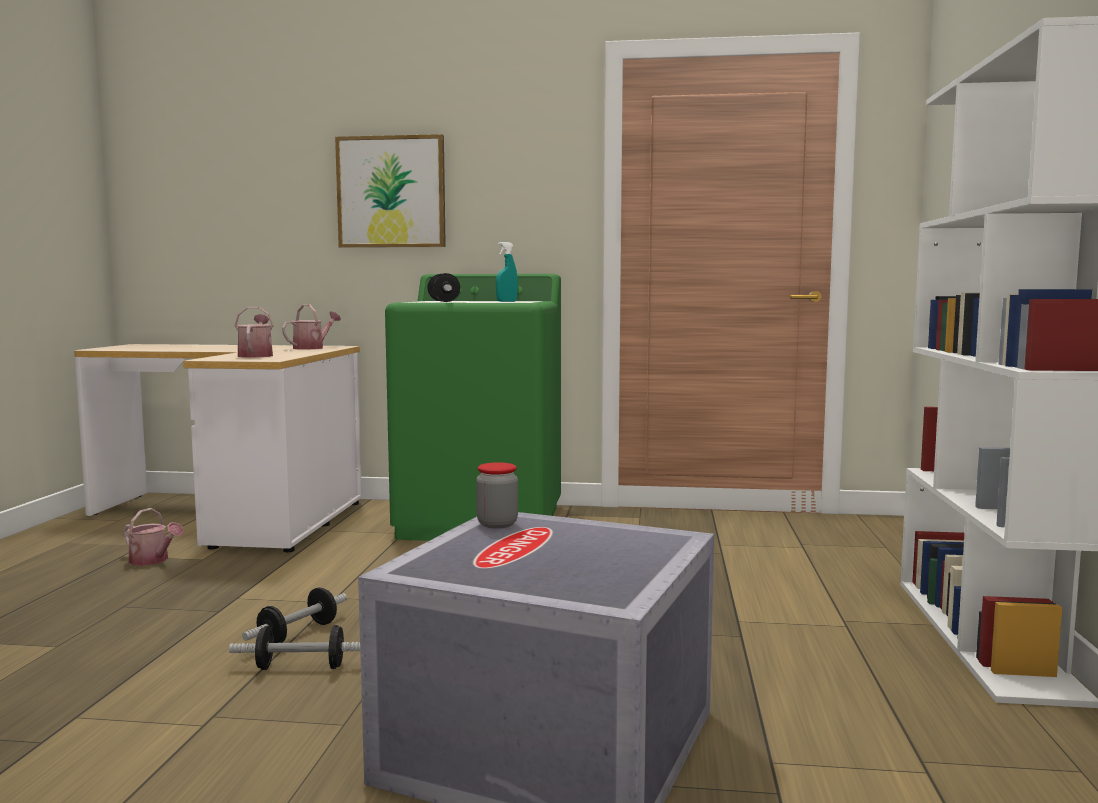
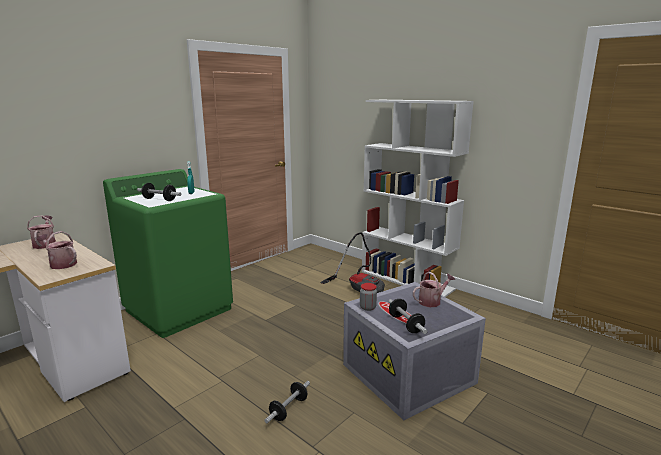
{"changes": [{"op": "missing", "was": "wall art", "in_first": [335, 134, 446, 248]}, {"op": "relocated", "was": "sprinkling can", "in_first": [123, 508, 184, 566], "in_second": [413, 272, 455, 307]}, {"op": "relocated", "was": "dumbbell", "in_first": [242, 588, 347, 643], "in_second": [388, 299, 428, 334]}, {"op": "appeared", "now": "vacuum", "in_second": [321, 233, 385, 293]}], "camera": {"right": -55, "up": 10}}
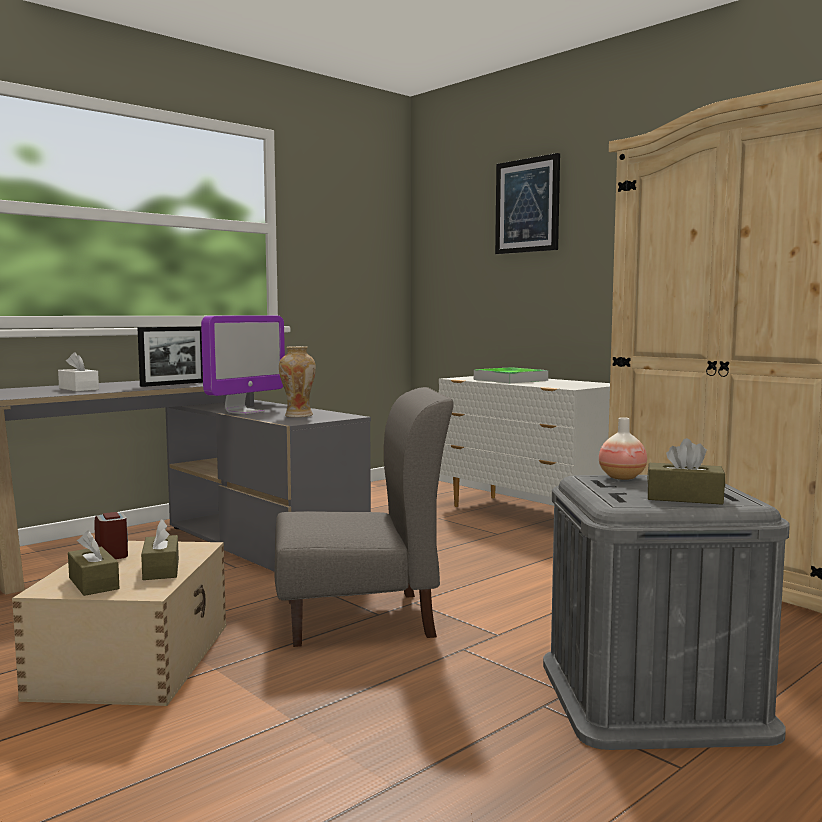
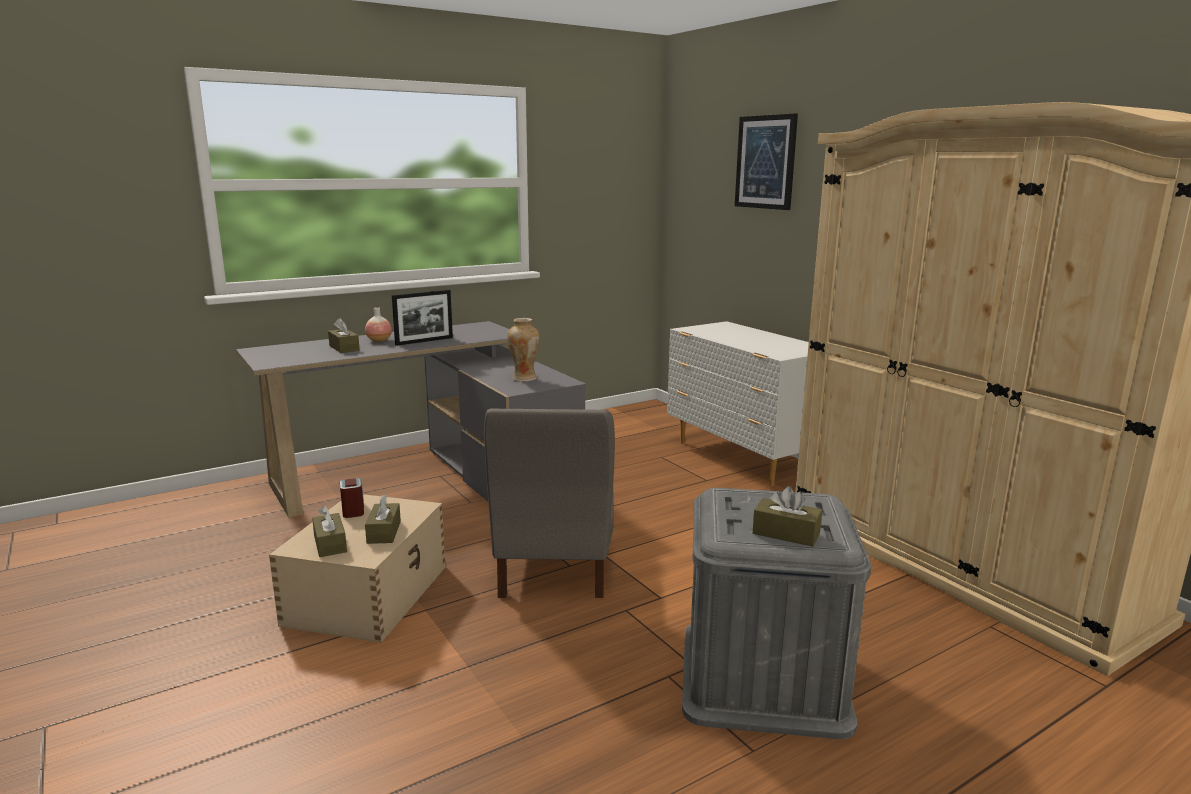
{"changes": [{"op": "missing", "was": "computer display", "in_first": [201, 316, 285, 415]}, {"op": "colour", "was": "white-coloured box of tissues", "now": "brown-coloured box of tissues", "in_first": [58, 352, 99, 391], "in_second": [328, 318, 360, 353]}, {"op": "missing", "was": "tray", "in_first": [474, 367, 548, 383]}, {"op": "spun", "was": "gray chair", "in_first": [274, 387, 454, 647], "in_second": [484, 409, 615, 598], "clockwise": 90}, {"op": "relocated", "was": "vase", "in_first": [599, 417, 647, 480], "in_second": [365, 307, 392, 342]}], "camera": {"right": 10, "up": 10}}
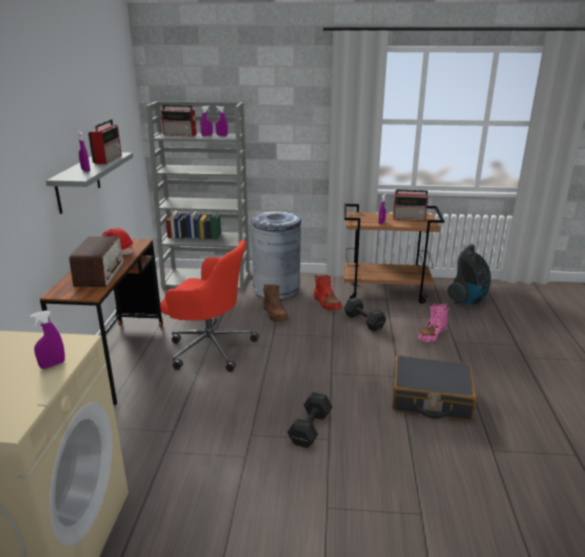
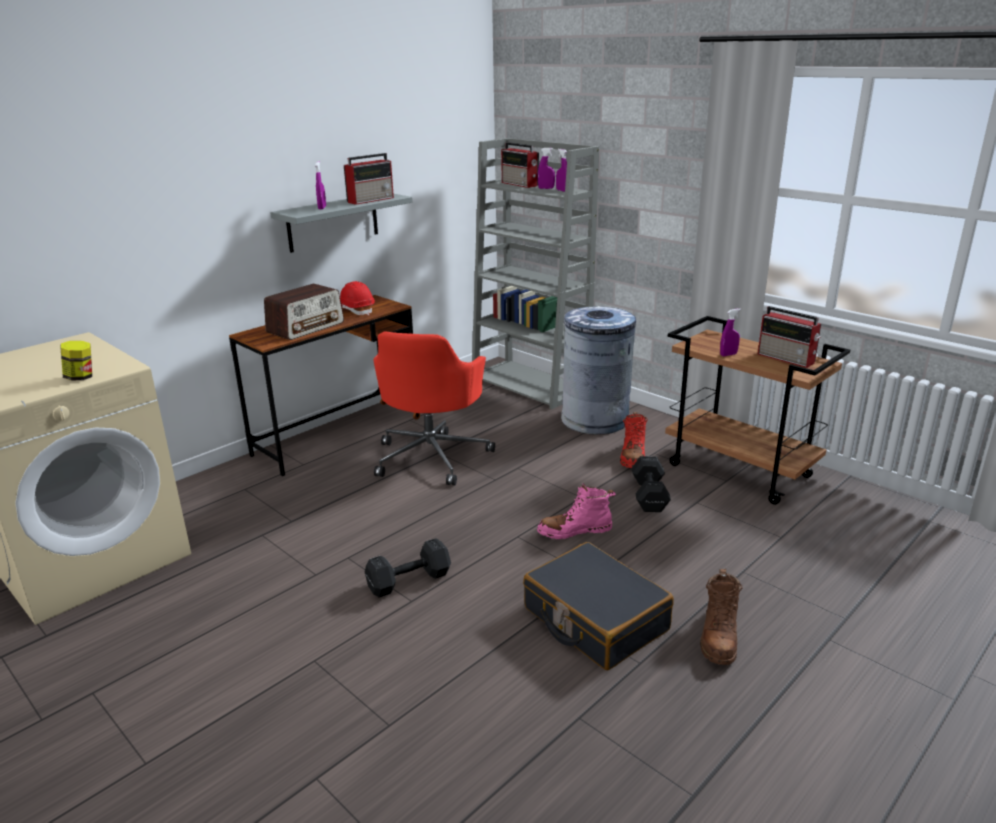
{"changes": [{"op": "spun", "was": "reddish office chair", "in_first": [160, 240, 259, 372], "in_second": [374, 331, 495, 485], "clockwise": 45}, {"op": "missing", "was": "vacuum", "in_first": [447, 244, 491, 305]}, {"op": "relocated", "was": "brown-coloured boot", "in_first": [263, 284, 289, 322], "in_second": [700, 569, 743, 665]}, {"op": "relocated", "was": "pink boot", "in_first": [418, 303, 449, 342], "in_second": [537, 483, 616, 539]}, {"op": "exchanged", "was": "purple-coloured sprayer", "now": "preserve jar", "in_first": [30, 310, 65, 369], "in_second": [61, 341, 92, 381]}], "camera": {"right": 40, "up": 0}}
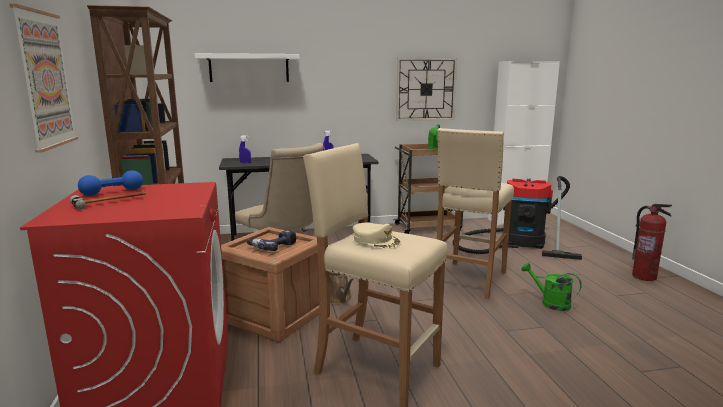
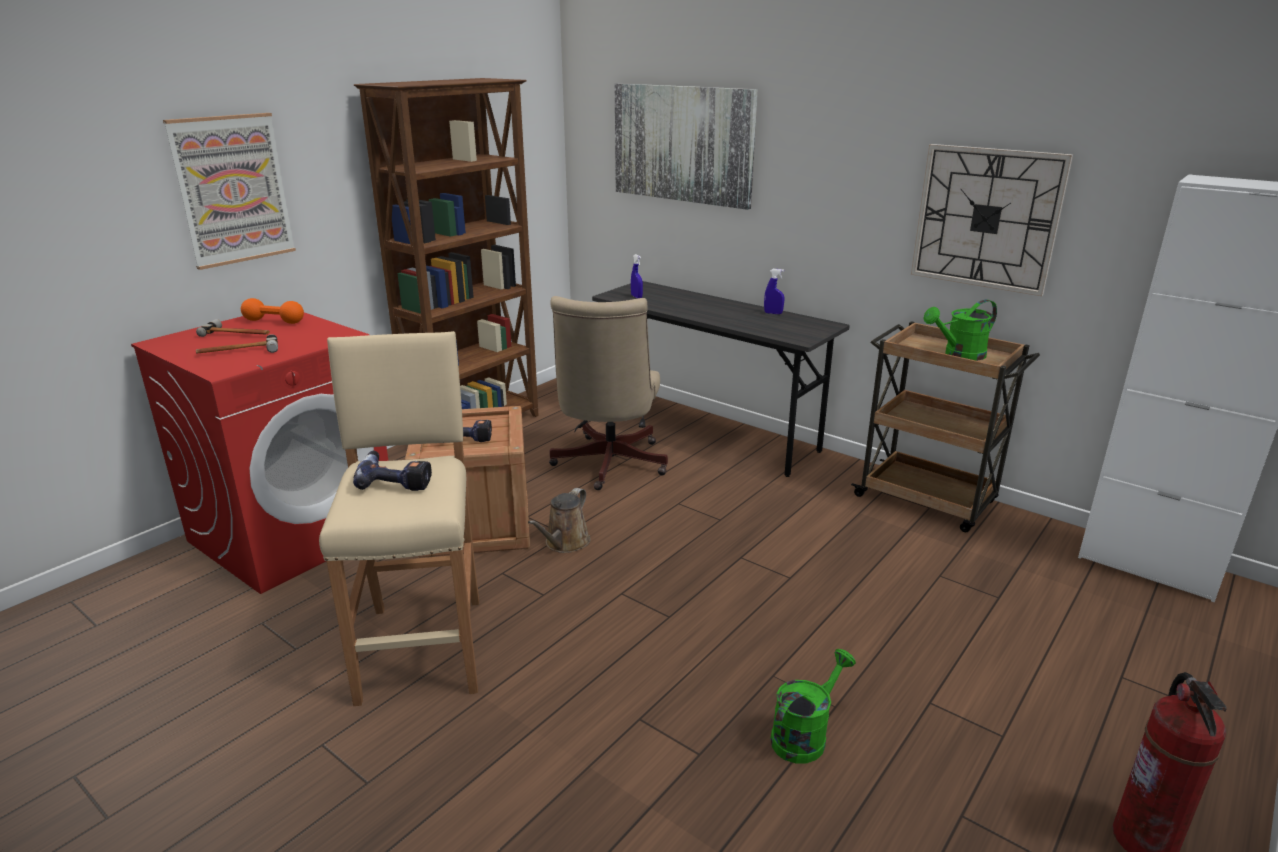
{"changes": [{"op": "exchanged", "was": "white-coloured shelf", "now": "wall art", "in_first": [195, 53, 300, 82], "in_second": [615, 83, 758, 210]}, {"op": "missing", "was": "beige stool", "in_first": [433, 128, 514, 299]}, {"op": "colour", "was": "blue-coloured dumbbell", "now": "orangey dumbbell", "in_first": [78, 170, 143, 196], "in_second": [241, 298, 304, 324]}, {"op": "missing", "was": "vacuum", "in_first": [453, 176, 582, 260]}, {"op": "exchanged", "was": "beige peaked cap", "now": "power drill", "in_first": [353, 222, 401, 249], "in_second": [353, 451, 432, 491]}, {"op": "spun", "was": "green-coloured sprinkling can", "in_first": [521, 262, 582, 311], "in_second": [771, 649, 856, 763], "clockwise": 45}, {"op": "appeared", "now": "hammer", "in_second": [196, 334, 278, 353]}], "camera": {"right": 50, "up": 10}}
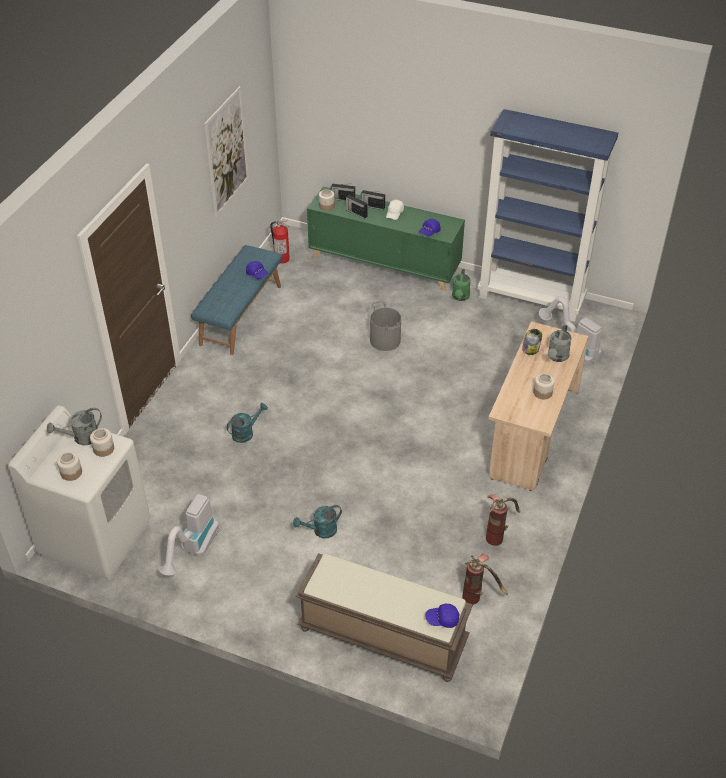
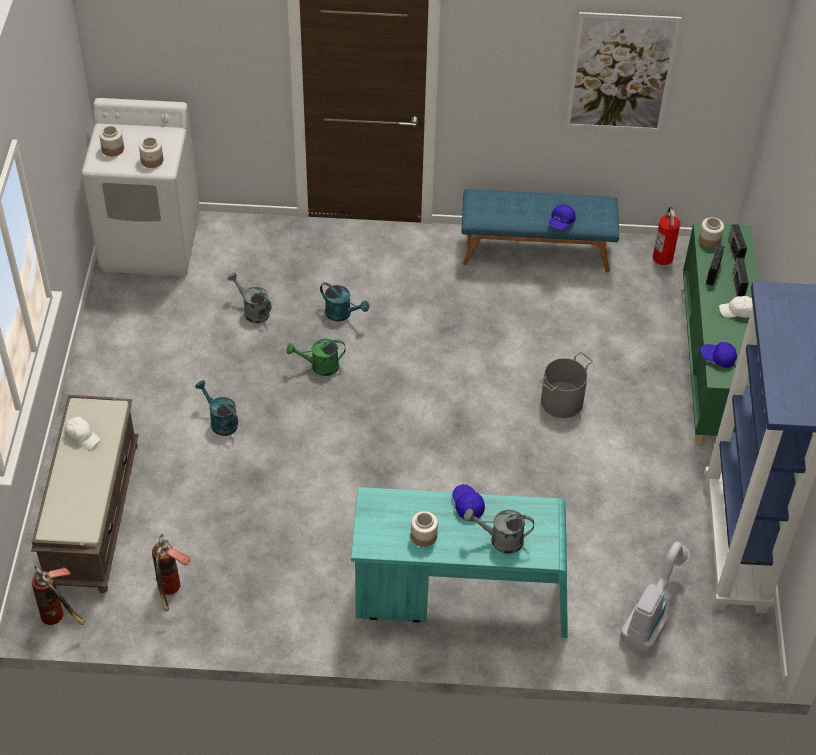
{"changes": [{"op": "relocated", "was": "green-coloured sprinkling can", "in_first": [452, 269, 471, 301], "in_second": [286, 339, 346, 376]}, {"op": "colour", "was": "beige desk", "now": "turquoise desk", "in_first": [488, 321, 589, 491], "in_second": [351, 487, 568, 638]}, {"op": "missing", "was": "preserve jar", "in_first": [522, 329, 542, 355]}, {"op": "relocated", "was": "gray sprinkling can", "in_first": [47, 408, 102, 445], "in_second": [227, 272, 272, 323]}, {"op": "missing", "was": "vacuum", "in_first": [159, 494, 219, 576]}, {"op": "relocated", "was": "fire extinguisher", "in_first": [486, 495, 521, 546], "in_second": [32, 566, 84, 625]}, {"op": "relocated", "was": "blue-coloured peaked cap", "in_first": [425, 604, 460, 628], "in_second": [452, 484, 485, 521]}, {"op": "appeared", "now": "white-coloured peaked cap", "in_second": [65, 417, 100, 449]}], "camera": {"right": 70, "up": 5}}
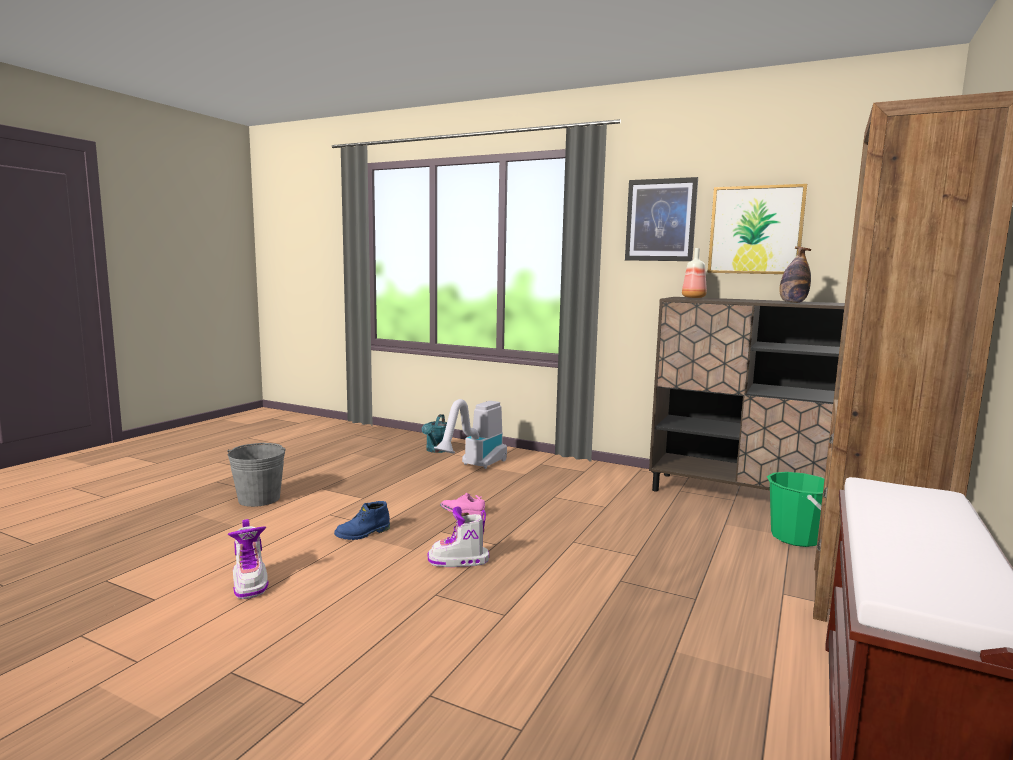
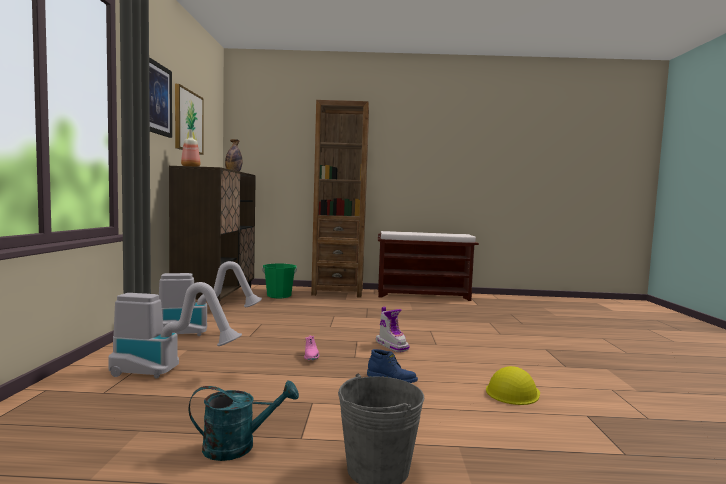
{"changes": [{"op": "relocated", "was": "turquoise sprinkling can", "in_first": [422, 414, 447, 453], "in_second": [189, 380, 299, 461]}, {"op": "exchanged", "was": "boot", "now": "yellowish hard hat", "in_first": [228, 519, 269, 599], "in_second": [486, 366, 540, 405]}, {"op": "appeared", "now": "vacuum", "in_second": [159, 261, 262, 336]}], "camera": {"right": -115, "up": -5}}
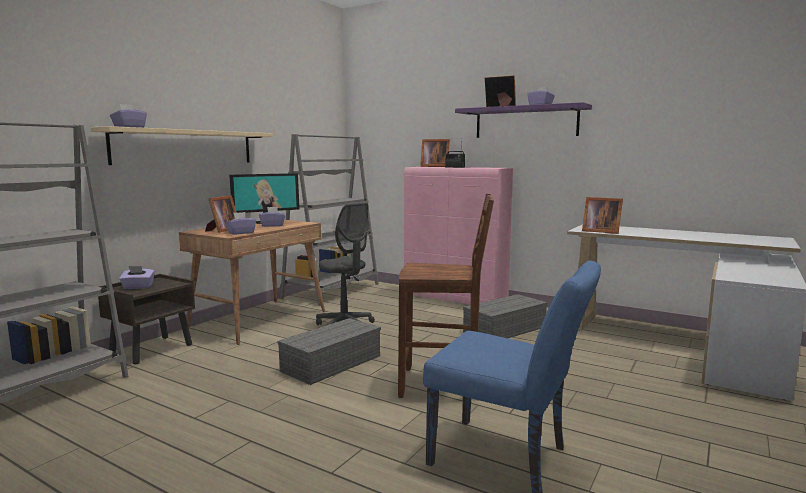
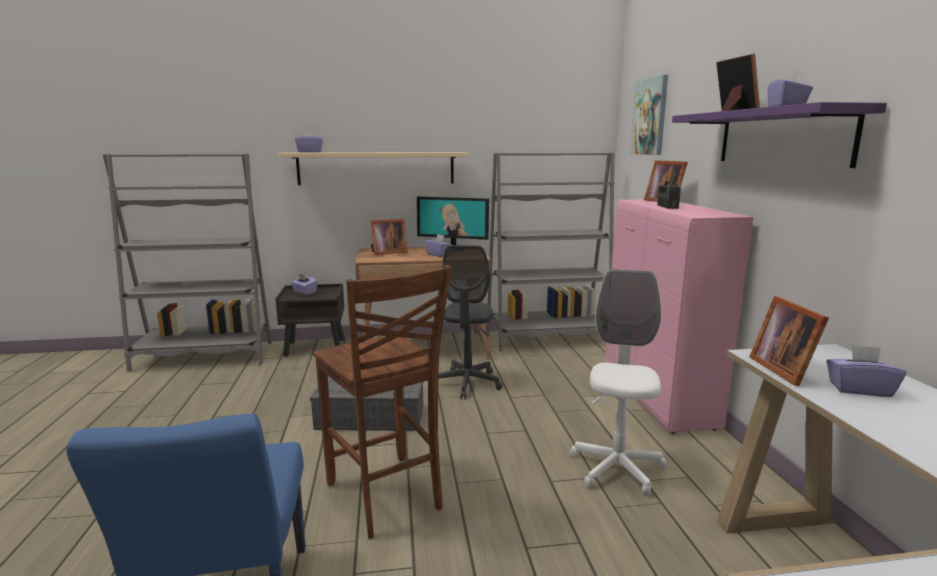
{"changes": [{"op": "relocated", "was": "purple-coloured box of tissues", "in_first": [225, 212, 256, 235], "in_second": [826, 345, 907, 397]}, {"op": "exchanged", "was": "gray storage box", "now": "white-coloured office chair", "in_first": [463, 294, 548, 338], "in_second": [570, 269, 667, 495]}, {"op": "appeared", "now": "wall art", "in_second": [630, 75, 668, 155]}], "camera": {"right": 50, "up": 5}}
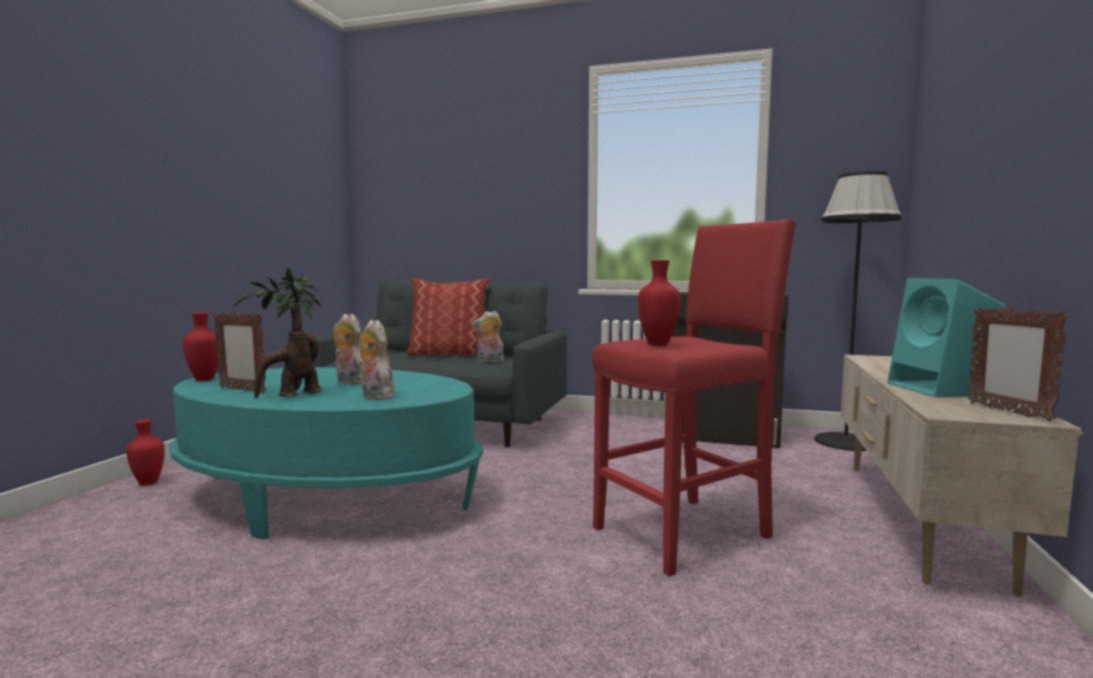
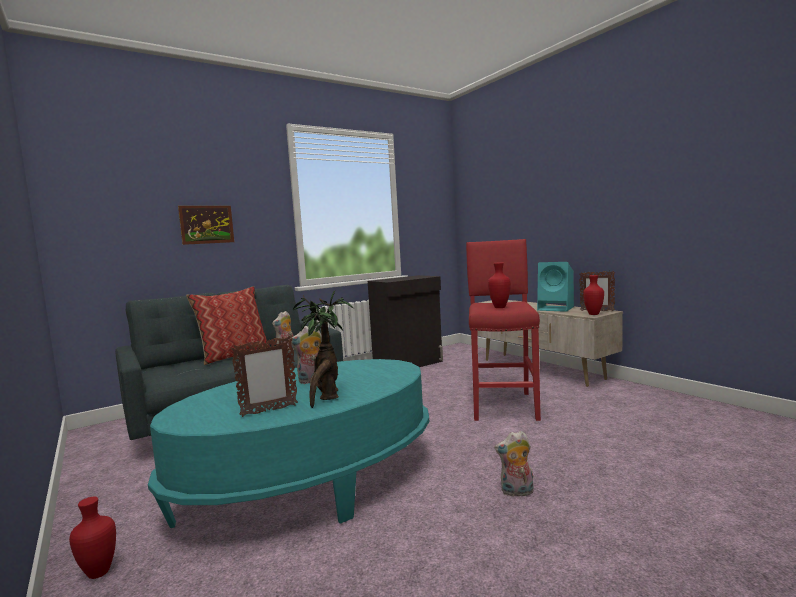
{"changes": [{"op": "missing", "was": "blackish standing lamp", "in_first": [814, 171, 901, 451]}, {"op": "relocated", "was": "reddish vase", "in_first": [183, 312, 221, 381], "in_second": [583, 275, 604, 315]}, {"op": "relocated", "was": "soft toy", "in_first": [357, 320, 396, 400], "in_second": [495, 431, 534, 497]}, {"op": "appeared", "now": "wall art", "in_second": [178, 206, 234, 245]}], "camera": {"right": -50, "up": 0}}
